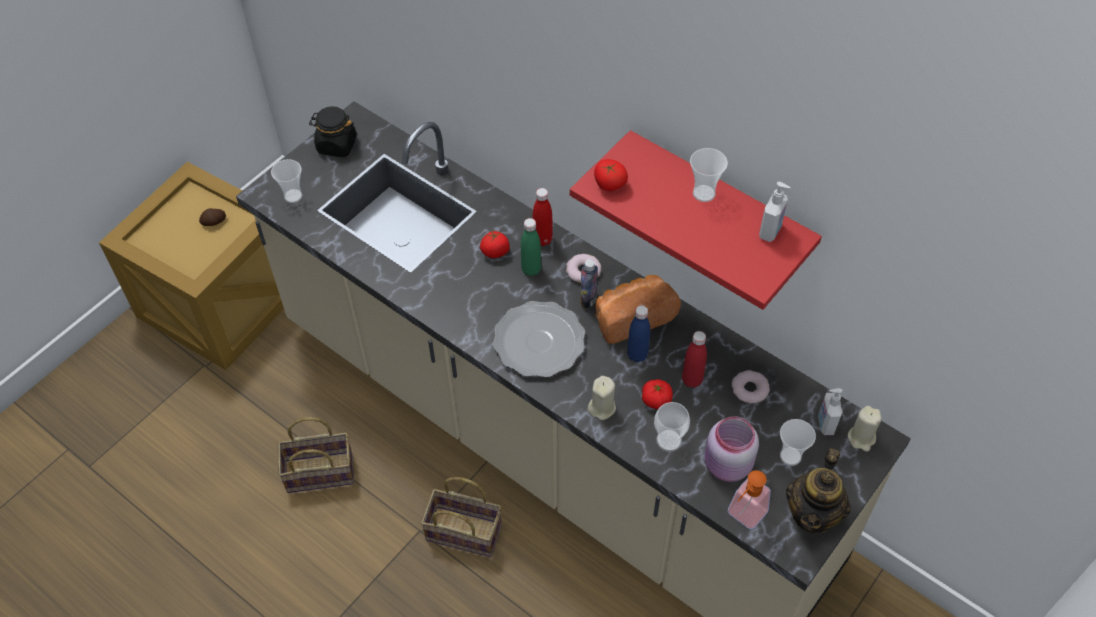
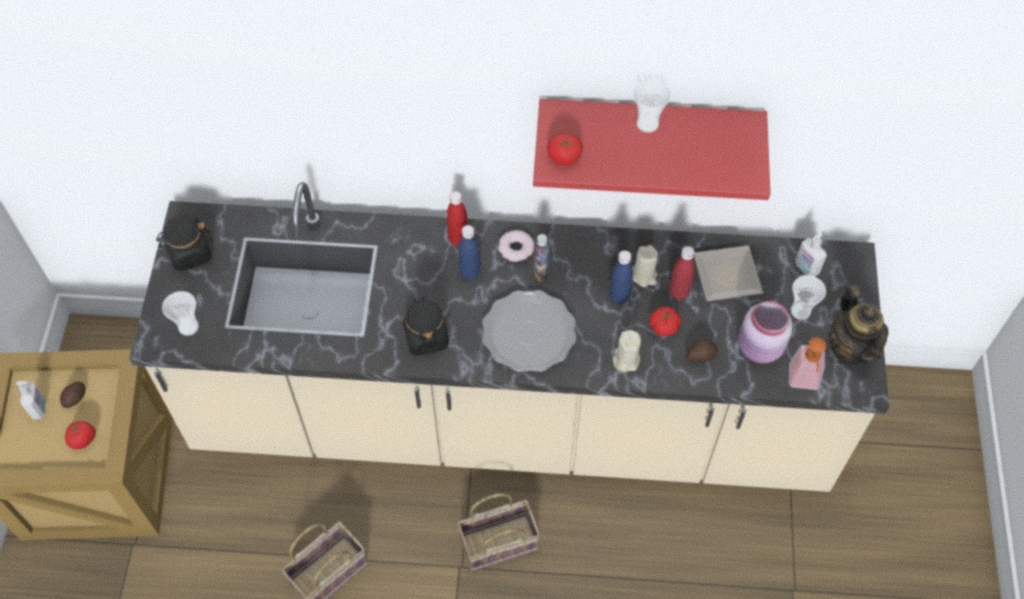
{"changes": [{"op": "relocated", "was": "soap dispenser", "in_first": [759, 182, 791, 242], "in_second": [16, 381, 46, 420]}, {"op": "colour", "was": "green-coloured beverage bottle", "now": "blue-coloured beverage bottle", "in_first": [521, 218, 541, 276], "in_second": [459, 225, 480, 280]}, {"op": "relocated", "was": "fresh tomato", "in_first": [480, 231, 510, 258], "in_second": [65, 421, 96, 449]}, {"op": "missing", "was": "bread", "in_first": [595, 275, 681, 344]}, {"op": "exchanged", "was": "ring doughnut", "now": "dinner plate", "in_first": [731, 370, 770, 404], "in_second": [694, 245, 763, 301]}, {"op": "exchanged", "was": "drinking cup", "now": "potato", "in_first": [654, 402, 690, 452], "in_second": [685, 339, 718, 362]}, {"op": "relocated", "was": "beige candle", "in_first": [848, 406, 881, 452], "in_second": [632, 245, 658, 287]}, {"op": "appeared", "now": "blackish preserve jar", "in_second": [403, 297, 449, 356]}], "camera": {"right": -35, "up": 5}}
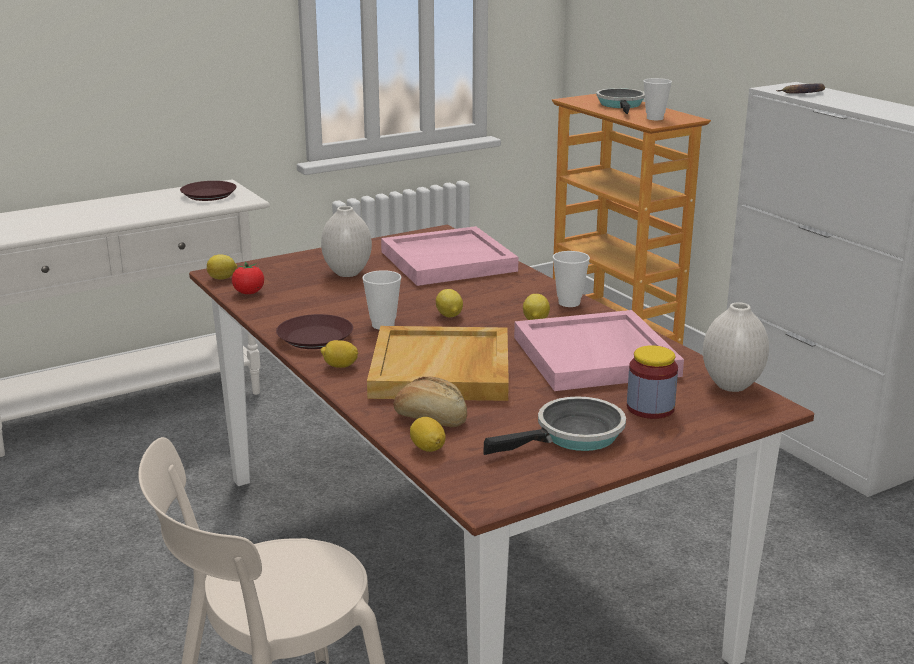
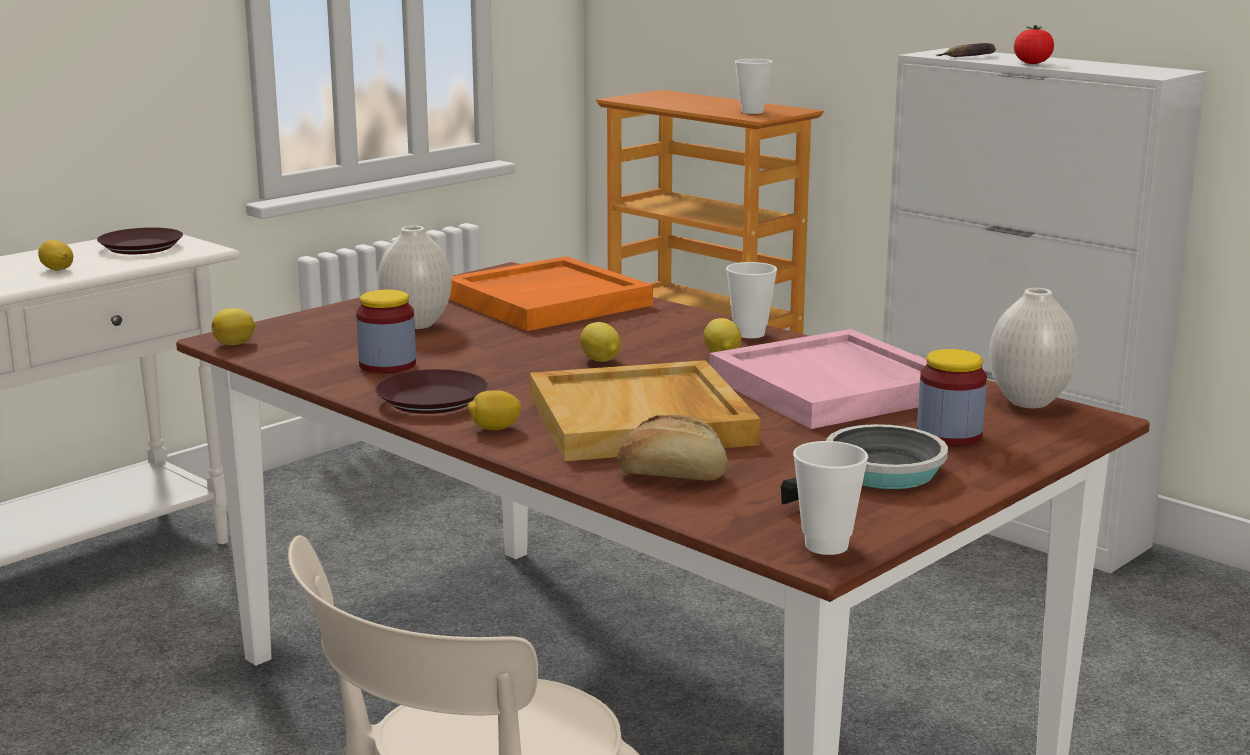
{"changes": [{"op": "missing", "was": "frying pan", "in_first": [596, 88, 645, 114]}, {"op": "colour", "was": "pink tray", "now": "orangey tray", "in_first": [381, 226, 519, 286], "in_second": [449, 256, 653, 331]}, {"op": "relocated", "was": "fresh tomato", "in_first": [232, 262, 264, 294], "in_second": [1014, 25, 1054, 64]}, {"op": "relocated", "was": "drinking cup", "in_first": [362, 270, 401, 330], "in_second": [793, 441, 868, 555]}, {"op": "relocated", "was": "citrus fruit", "in_first": [410, 417, 446, 452], "in_second": [38, 240, 73, 271]}, {"op": "appeared", "now": "preserve jar", "in_second": [356, 290, 416, 374]}], "camera": {"right": -15, "up": -5}}
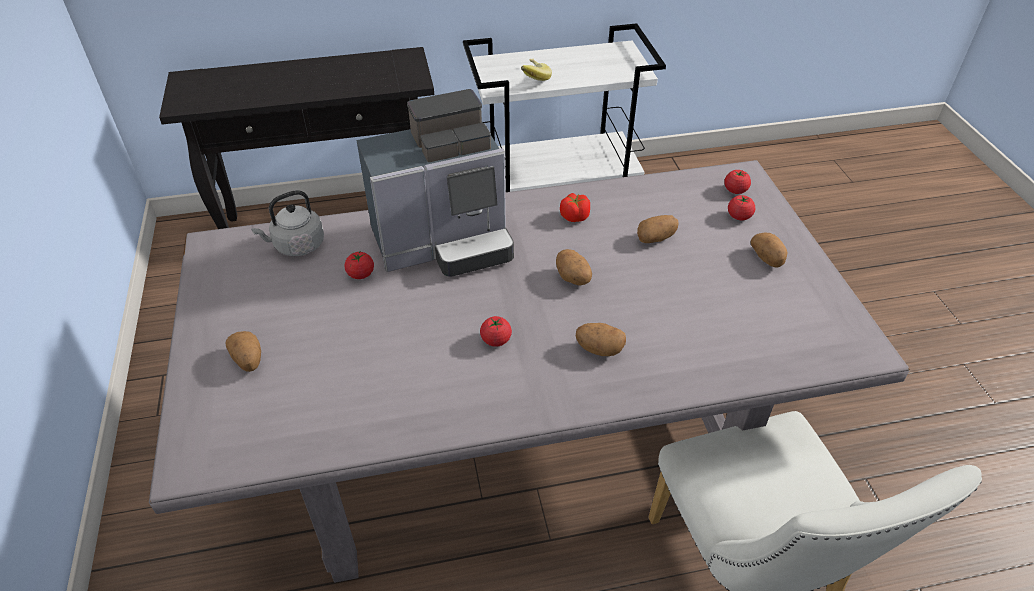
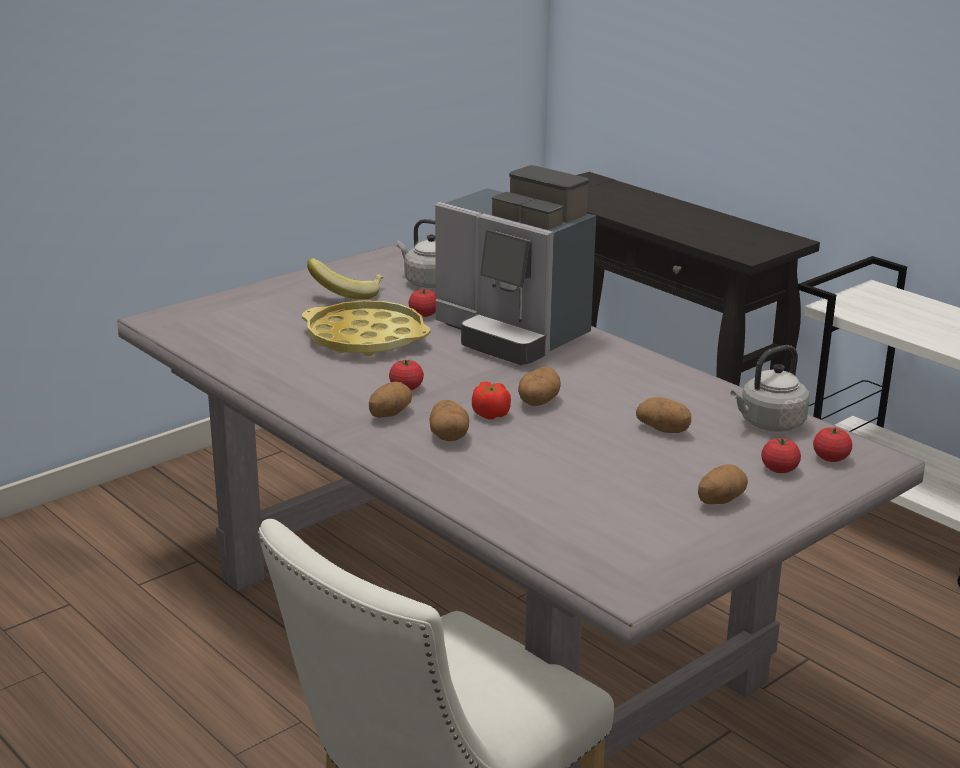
{"changes": [{"op": "relocated", "was": "banana fruit", "in_first": [521, 59, 552, 81], "in_second": [307, 258, 384, 300]}, {"op": "relocated", "was": "fresh tomato", "in_first": [560, 193, 590, 222], "in_second": [472, 381, 511, 419]}, {"op": "relocated", "was": "potato", "in_first": [225, 331, 261, 372], "in_second": [369, 381, 412, 418]}, {"op": "appeared", "now": "yellowish tray", "in_second": [302, 300, 431, 356]}, {"op": "appeared", "now": "gray kettle", "in_second": [731, 345, 810, 431]}], "camera": {"right": 60, "up": -20}}
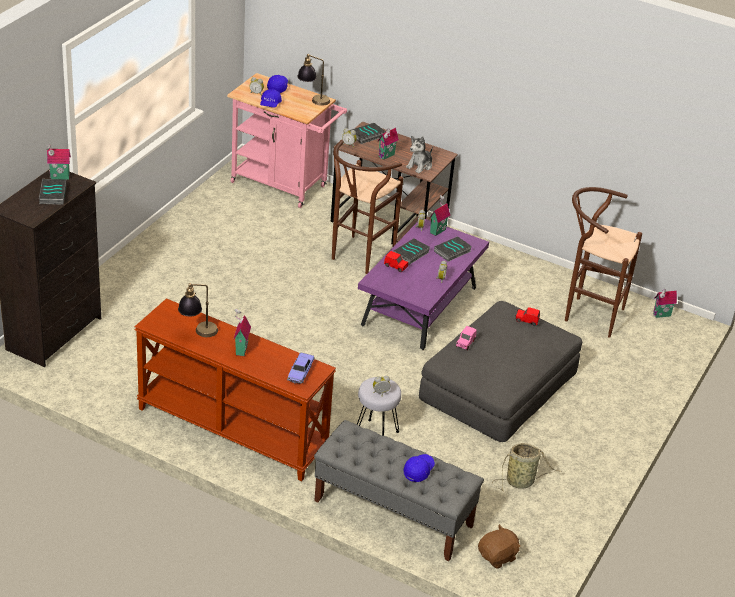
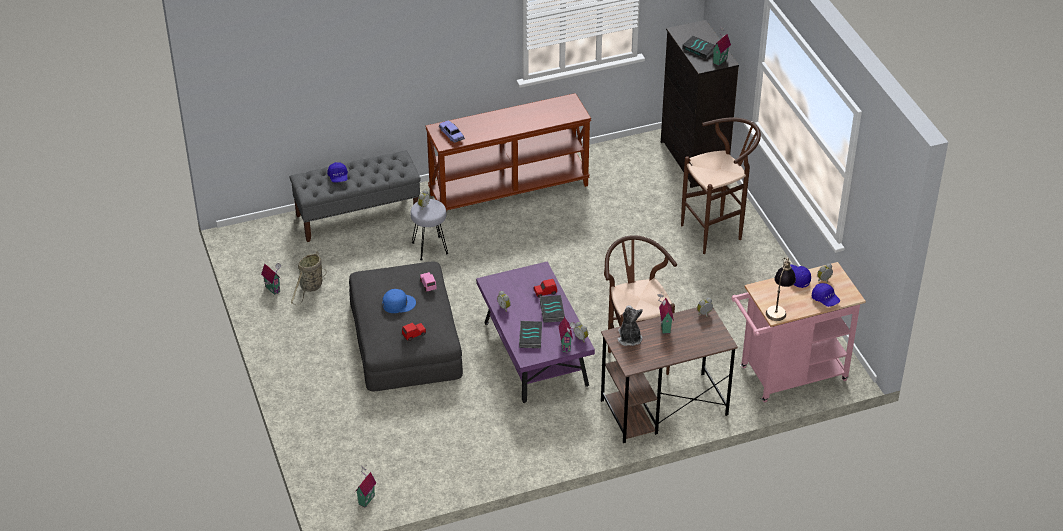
{"changes": [{"op": "missing", "was": "book", "in_first": [351, 123, 386, 144]}, {"op": "relocated", "was": "brown-coloured stool", "in_first": [565, 187, 642, 338], "in_second": [681, 117, 761, 254]}, {"op": "missing", "was": "lamp for a table", "in_first": [178, 283, 218, 337]}, {"op": "relocated", "was": "toy house", "in_first": [233, 308, 251, 356], "in_second": [261, 263, 281, 295]}, {"op": "missing", "was": "brown-coloured soft toy", "in_first": [478, 524, 521, 569]}, {"op": "appeared", "now": "blue-coloured peaked cap", "in_second": [383, 289, 416, 313]}], "camera": {"right": 135, "up": 5}}
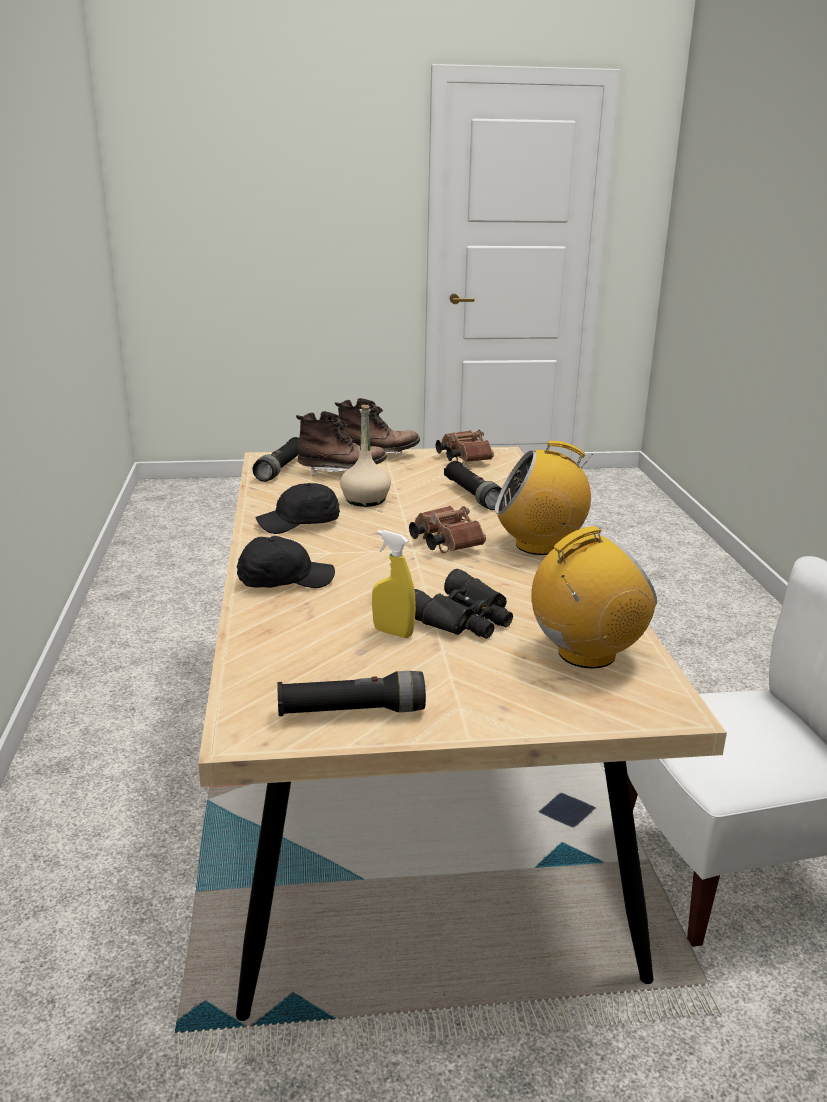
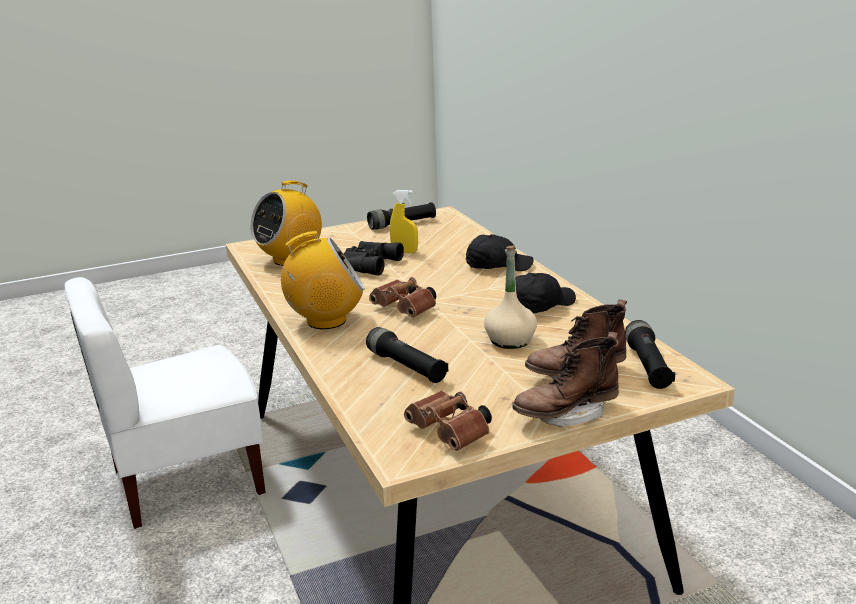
{"changes": [{"op": "spun", "was": "blackish peaked cap", "in_first": [237, 536, 335, 588], "in_second": [466, 234, 534, 271], "clockwise": -150}], "camera": {"right": 165, "up": 0}}
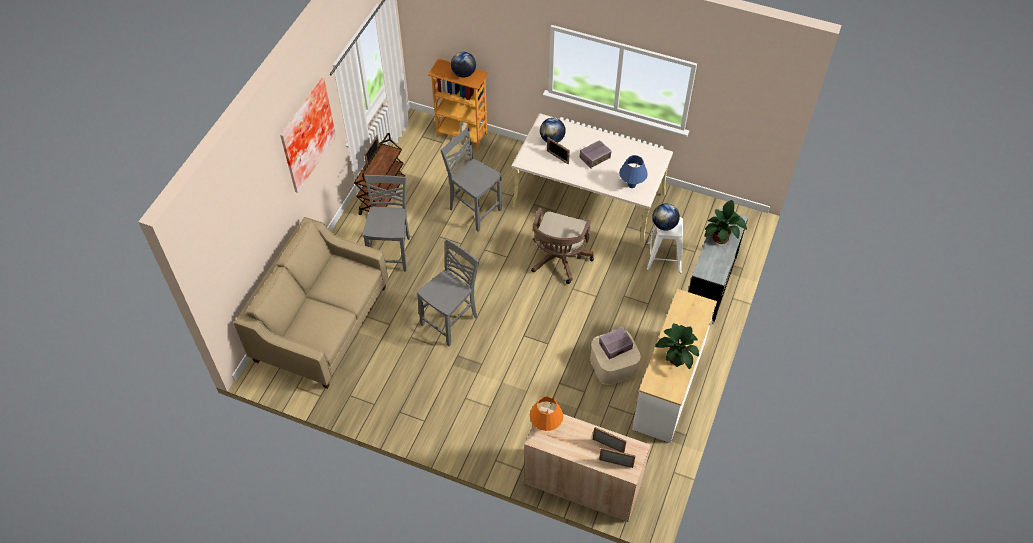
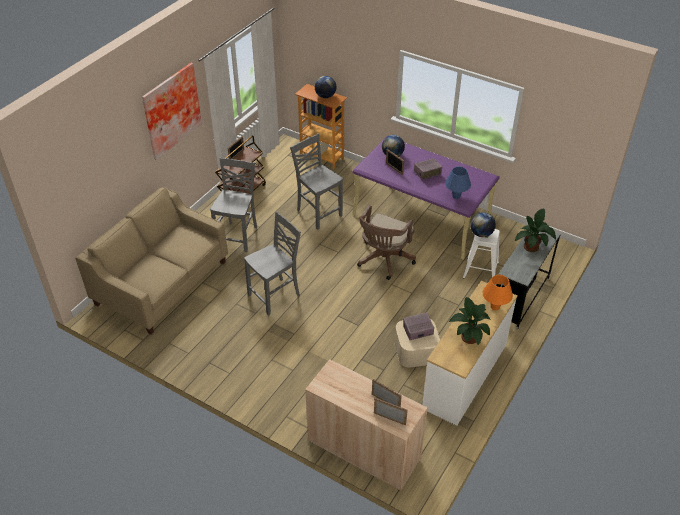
{"changes": [{"op": "colour", "was": "beige desk", "now": "purple-coloured desk", "in_first": [512, 113, 673, 247], "in_second": [352, 136, 500, 260]}, {"op": "relocated", "was": "orangey lamp for a table", "in_first": [530, 397, 563, 431], "in_second": [483, 275, 513, 310]}], "camera": {"right": 10, "up": -10}}
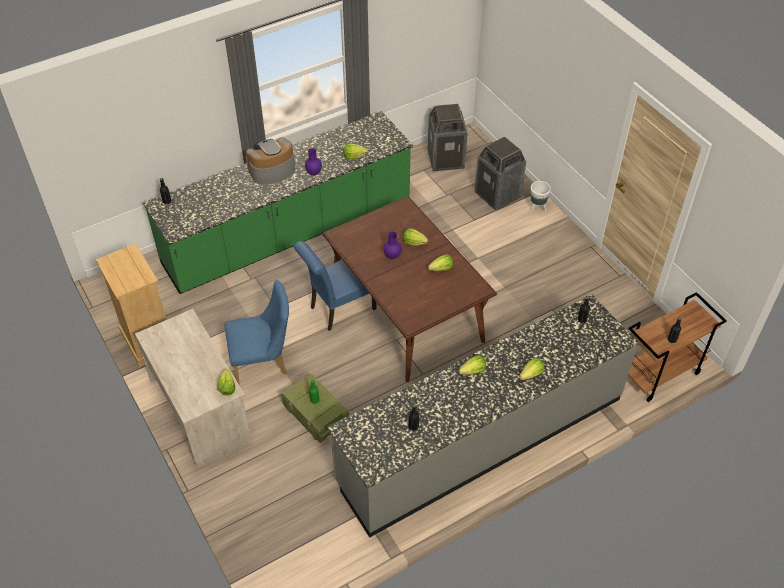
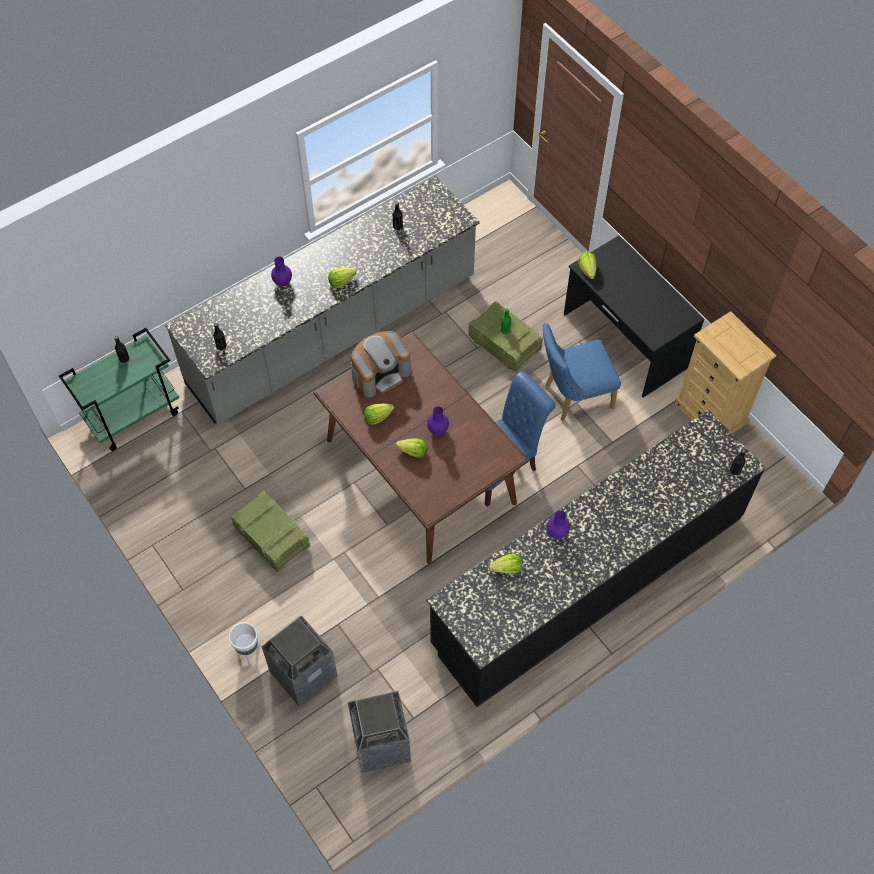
{"changes": [{"op": "colour", "was": "green-coloured counter", "now": "blackish counter", "in_first": [143, 111, 413, 294], "in_second": [426, 410, 765, 707]}, {"op": "relocated", "was": "coffee machine", "in_first": [246, 137, 295, 185], "in_second": [351, 331, 411, 398]}, {"op": "colour", "was": "brown-coloured wheeled cart", "now": "green-coloured wheeled cart", "in_first": [628, 292, 727, 402], "in_second": [59, 328, 179, 451]}, {"op": "colour", "was": "beige desk", "now": "blackish desk", "in_first": [135, 309, 251, 468], "in_second": [564, 236, 704, 397]}, {"op": "exchanged", "was": "head of lettuce", "now": "purple-coloured vase", "in_first": [519, 358, 544, 380], "in_second": [271, 257, 292, 286]}, {"op": "appeared", "now": "shipping crate", "in_second": [231, 491, 310, 572]}], "camera": {"right": 175, "up": 10}}
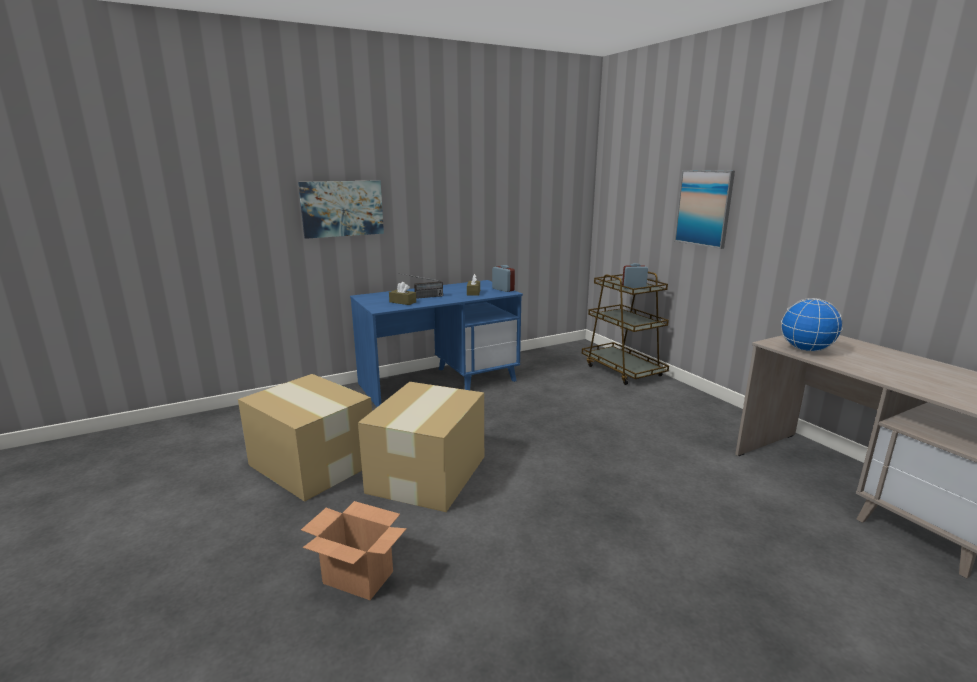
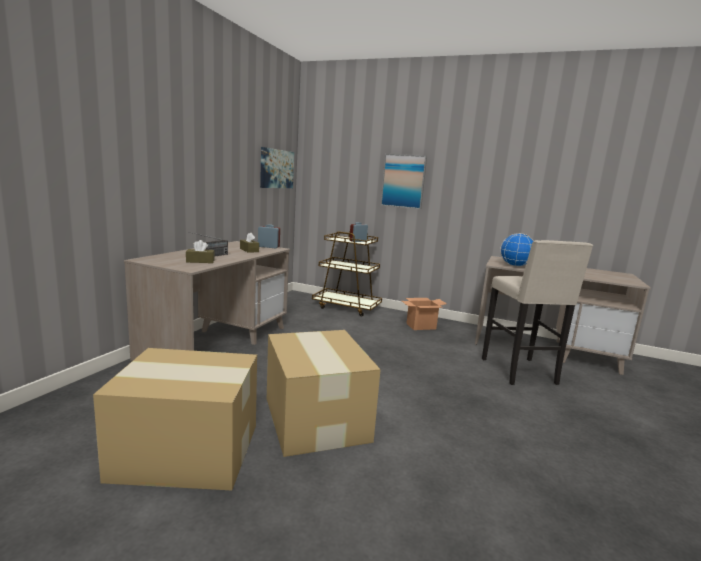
{"changes": [{"op": "relocated", "was": "wall art", "in_first": [298, 180, 384, 239], "in_second": [260, 147, 294, 188]}, {"op": "colour", "was": "blue-coloured desk", "now": "beige desk", "in_first": [350, 280, 523, 407], "in_second": [124, 241, 290, 361]}, {"op": "relocated", "was": "packing box", "in_first": [301, 501, 407, 600], "in_second": [402, 298, 447, 330]}, {"op": "appeared", "now": "beige stool", "in_second": [482, 240, 593, 385]}], "camera": {"right": -40, "up": -5}}
